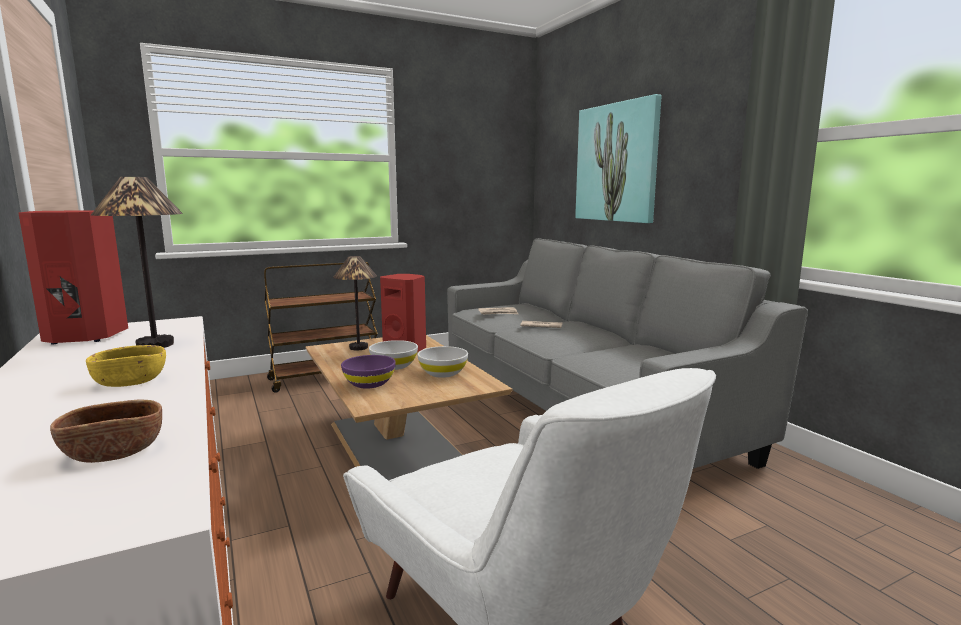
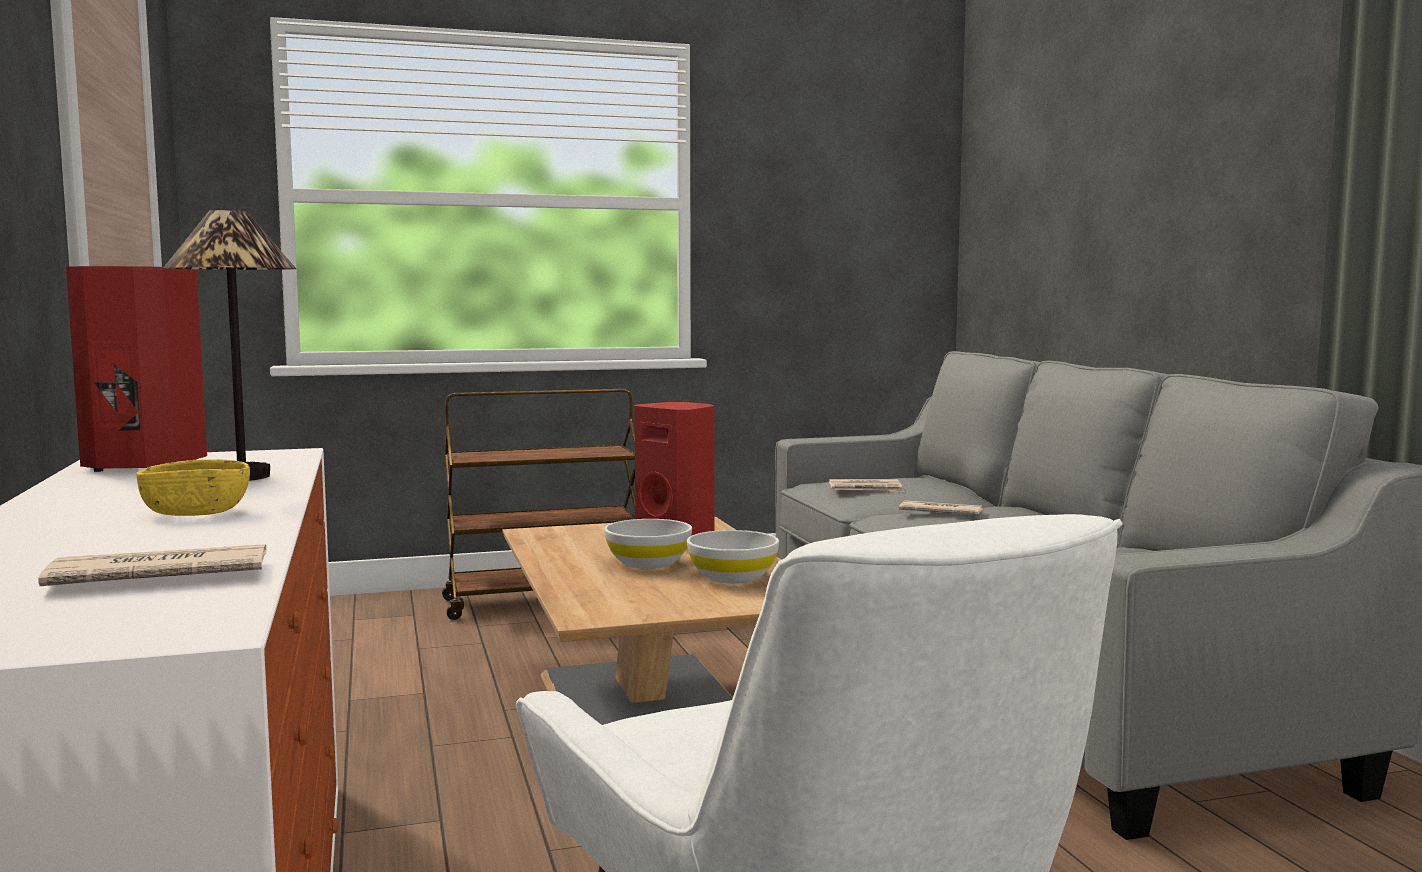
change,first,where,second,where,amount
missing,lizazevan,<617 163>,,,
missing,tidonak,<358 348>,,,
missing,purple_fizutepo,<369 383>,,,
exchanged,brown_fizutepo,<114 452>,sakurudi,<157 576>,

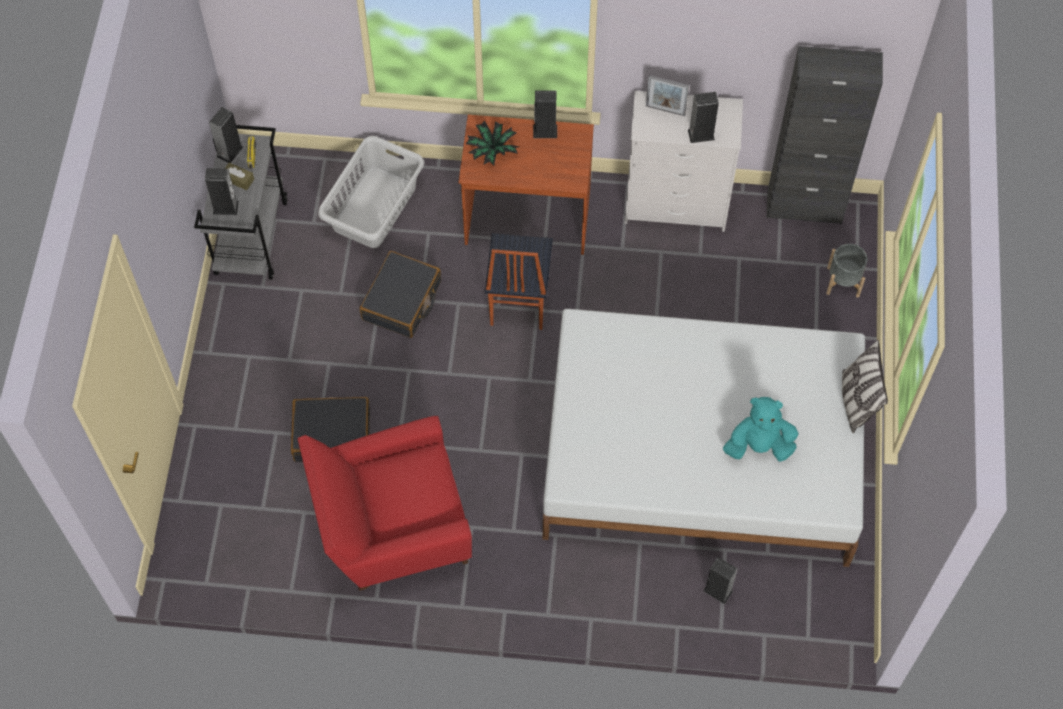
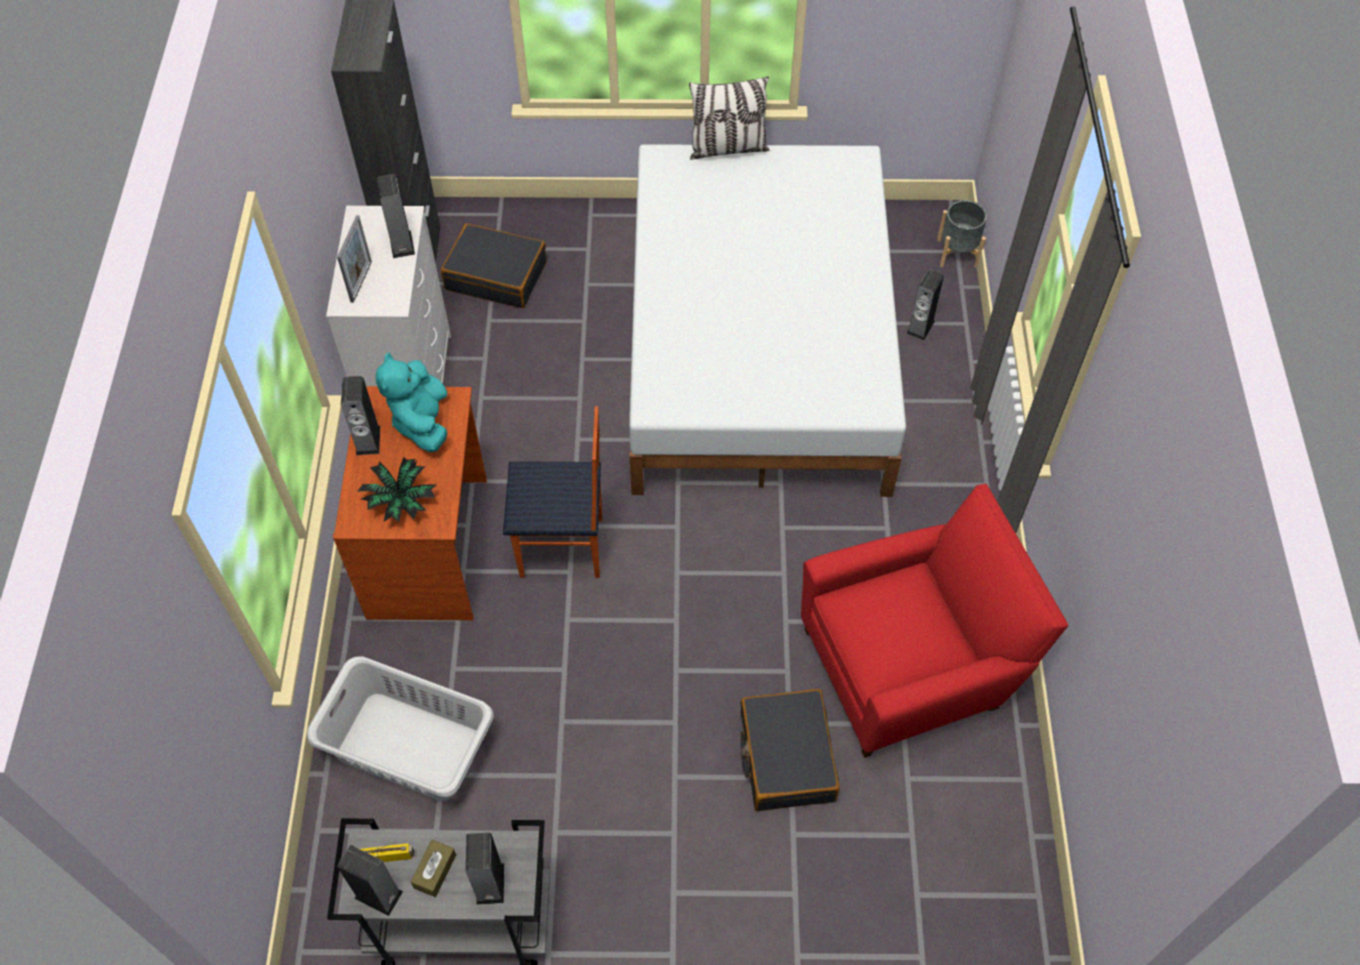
change,first,where,second,where,amount
relocated,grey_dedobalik,<843 282>,,<957 252>,
relocated,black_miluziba,<402 301>,,<496 275>,
relocated,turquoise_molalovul,<759 446>,,<422 422>,
spun,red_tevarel,<392 529>,,<911 665>,90 degrees counterclockwise

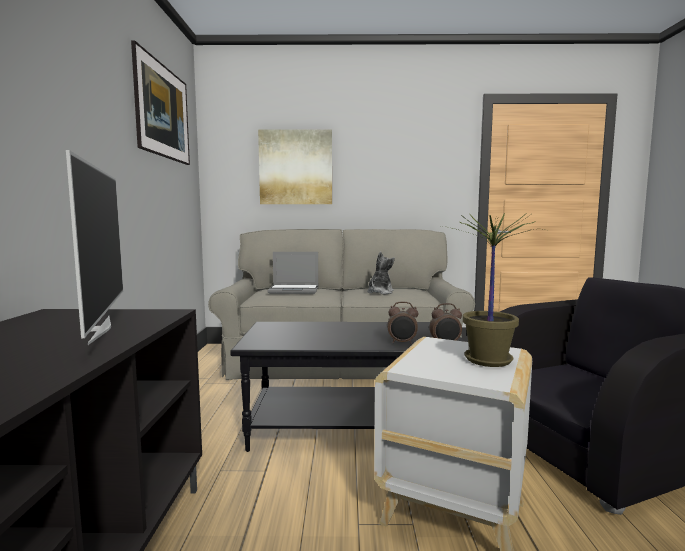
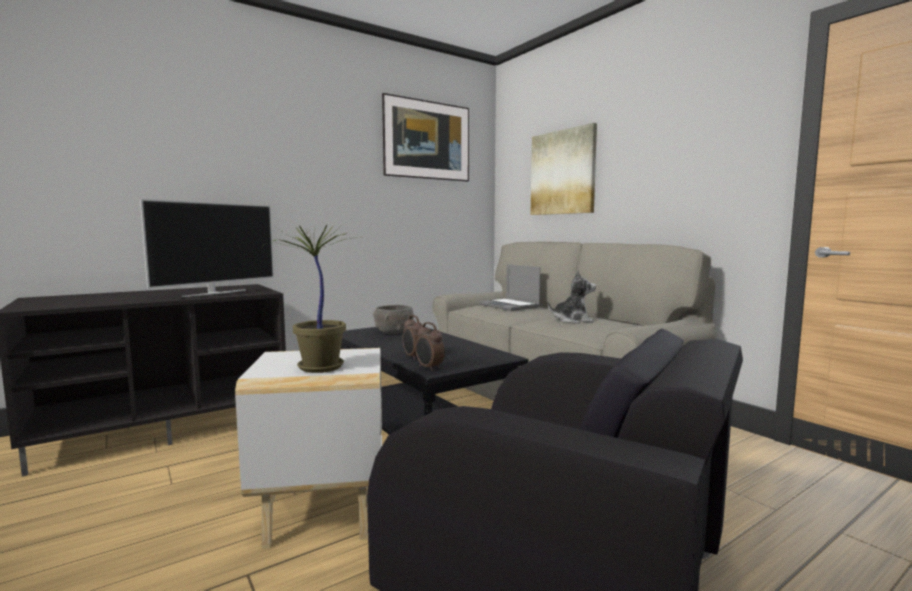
change,first,where,second,where,amount
appeared,,,grey_fizutepo,<394 332>,

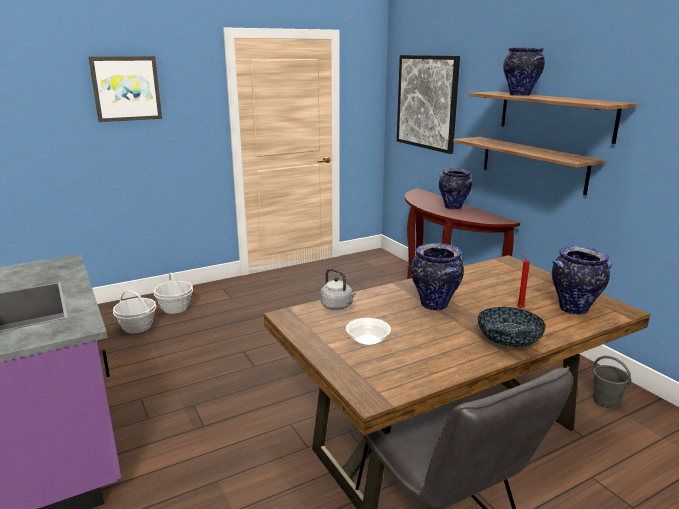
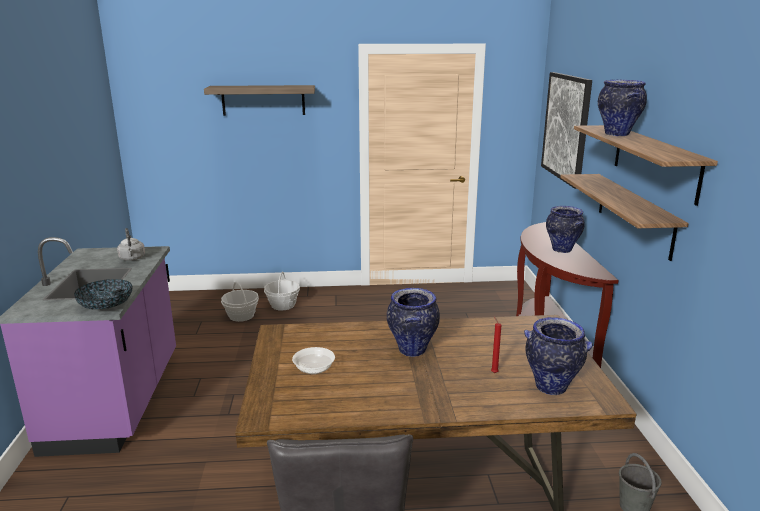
change,first,where,second,where,amount
exchanged,lizazevan,<126 88>,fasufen,<263 100>,
relocated,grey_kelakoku,<338 306>,,<132 259>,
relocated,fizutepo,<508 341>,,<106 306>,

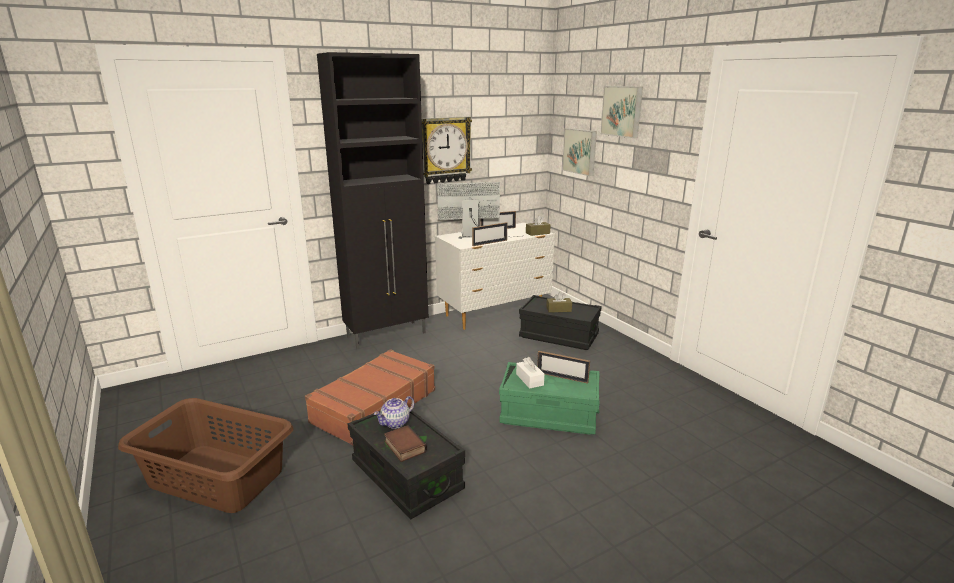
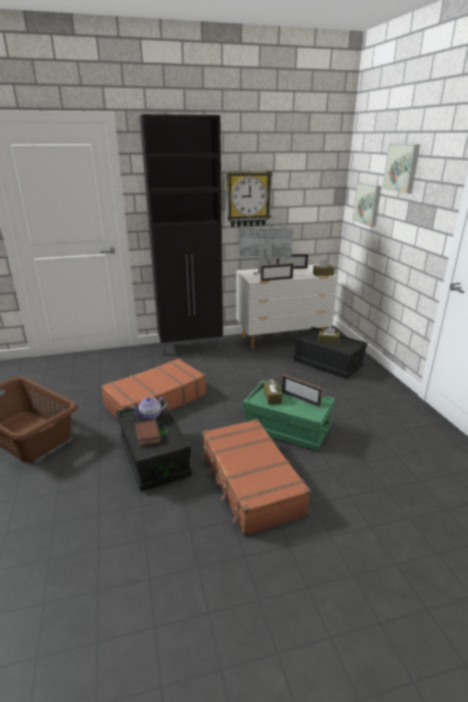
change,first,where,second,where,amount
colour,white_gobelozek,<529 379>,brown_gobelozek,<272 397>,
appeared,,,brown_miluziba,<250 483>,

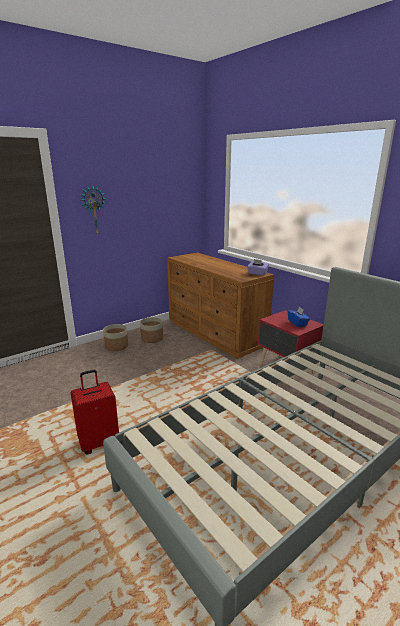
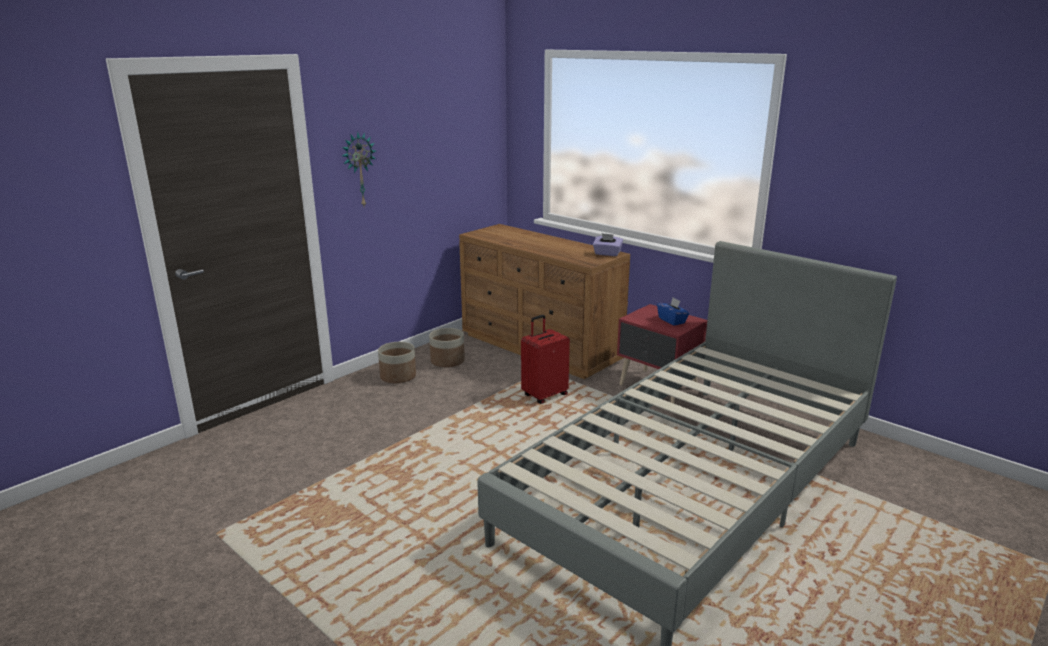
change,first,where,second,where,amount
relocated,red_miluziba,<99 442>,,<544 395>,

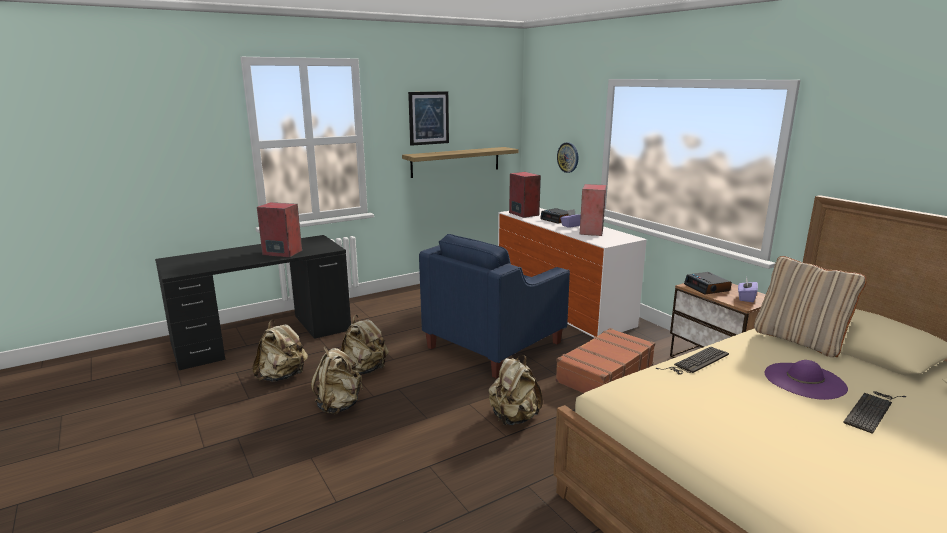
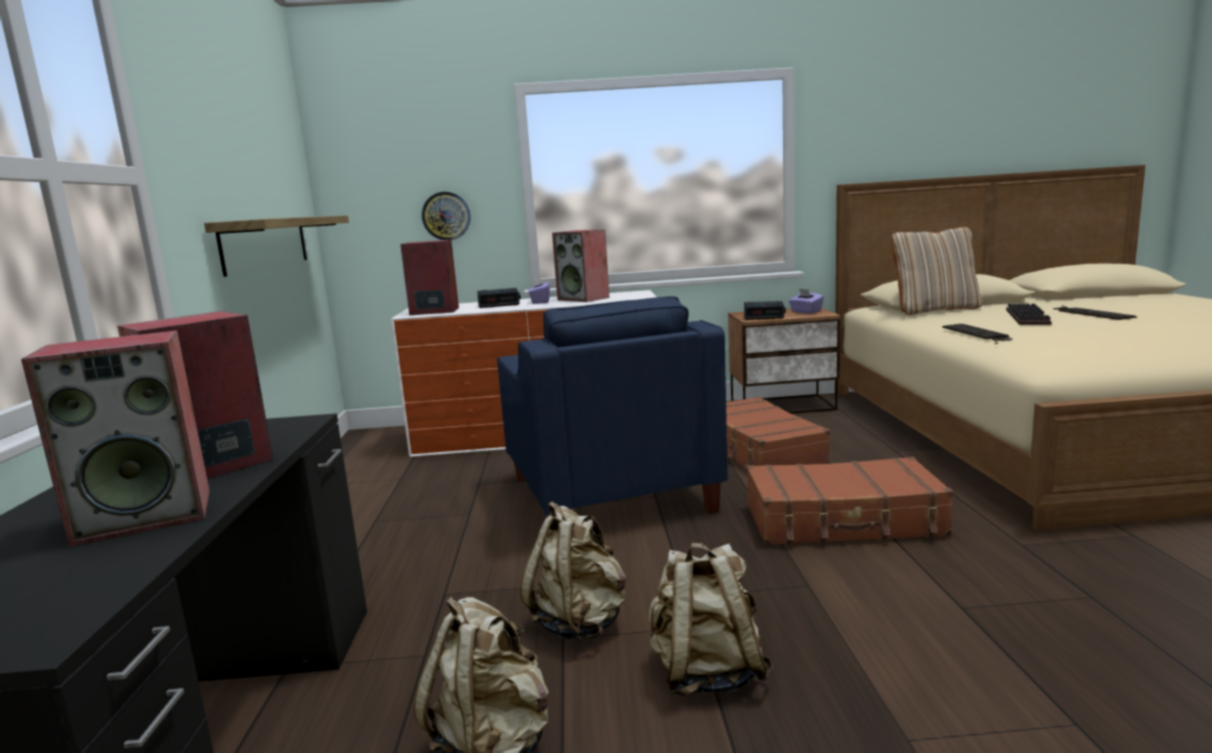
change,first,where,second,where,amount
missing,lizazevan,<428 118>,,,
exchanged,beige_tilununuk,<513 418>,brown_miluziba,<843 521>,
exchanged,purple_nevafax,<804 380>,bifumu,<1029 317>,
appeared,,,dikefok,<147 515>,

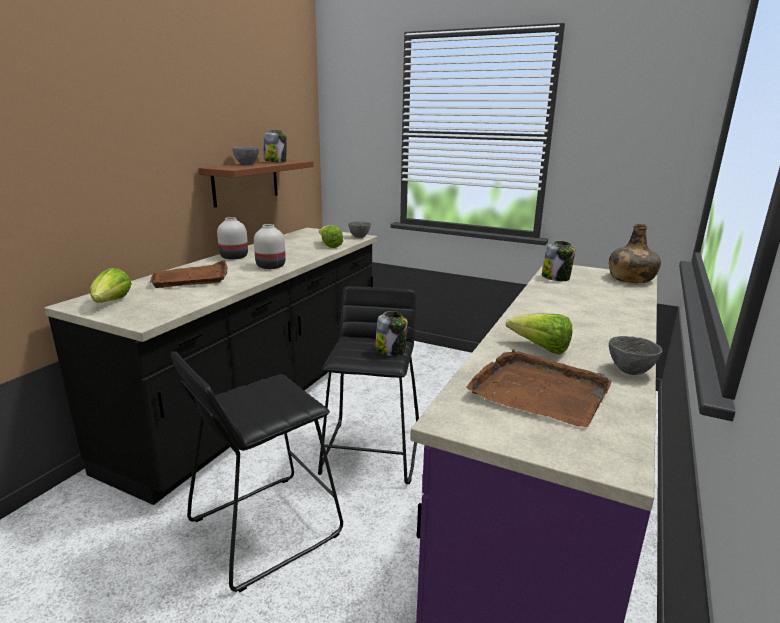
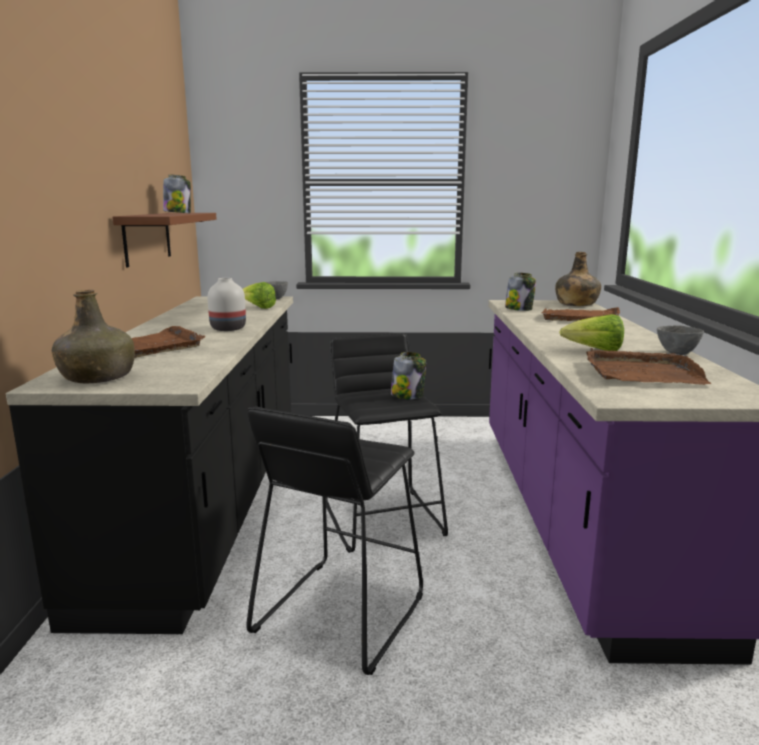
change,first,where,second,where,amount
missing,grey_fizutepo,<247 164>,,,
missing,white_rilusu,<235 257>,,,
exchanged,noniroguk,<111 303>,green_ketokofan,<98 377>,
appeared,,,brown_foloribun,<581 318>,

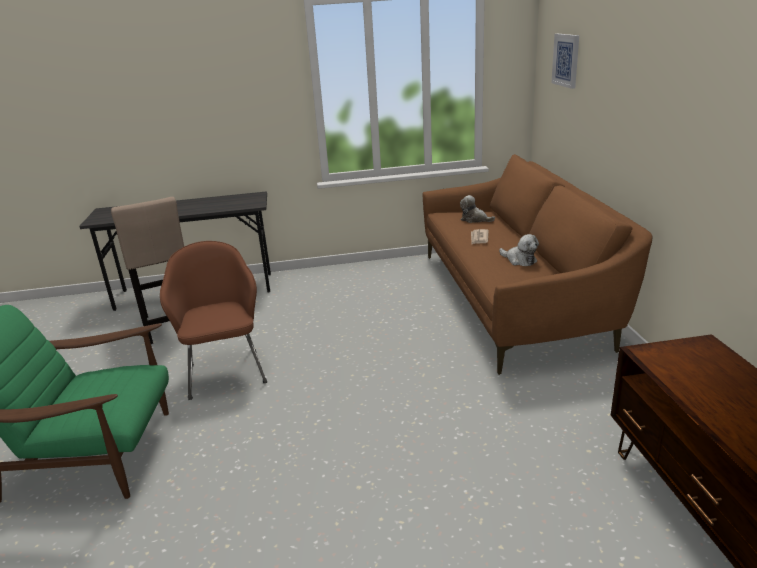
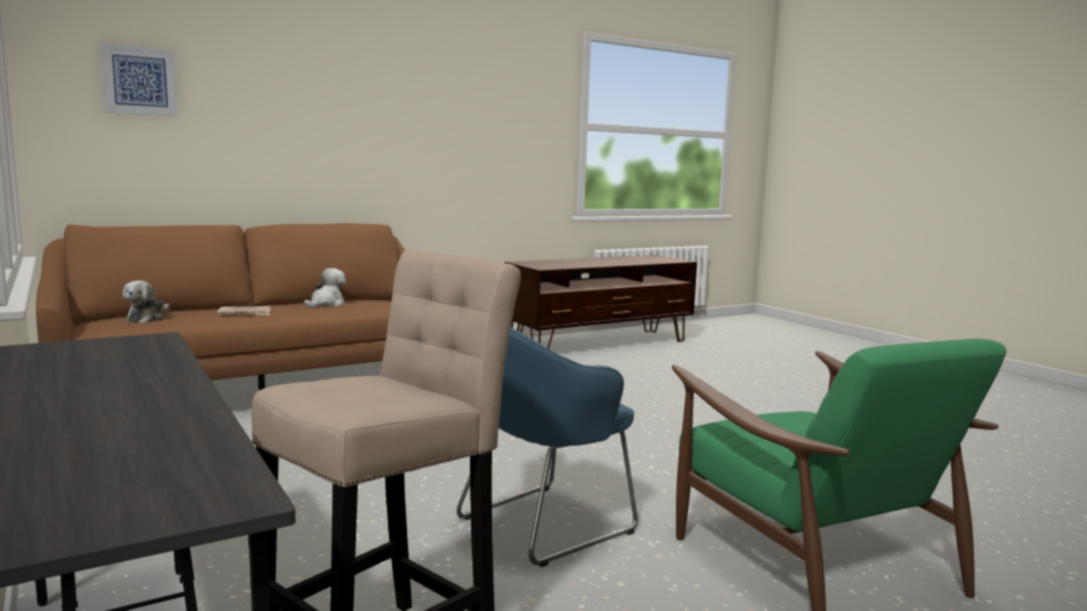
change,first,where,second,where,amount
colour,brown_tevarel,<225 370>,blue_tevarel,<537 526>,

